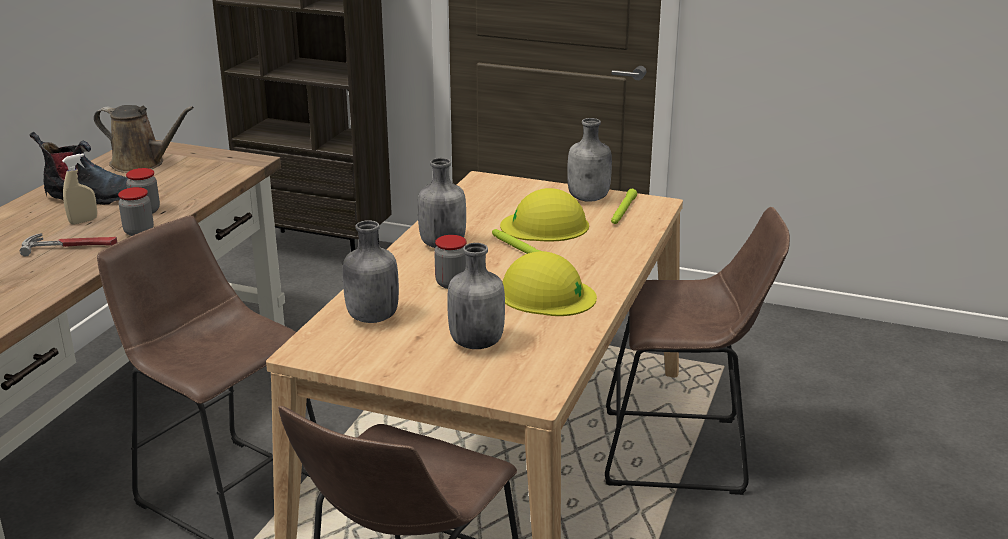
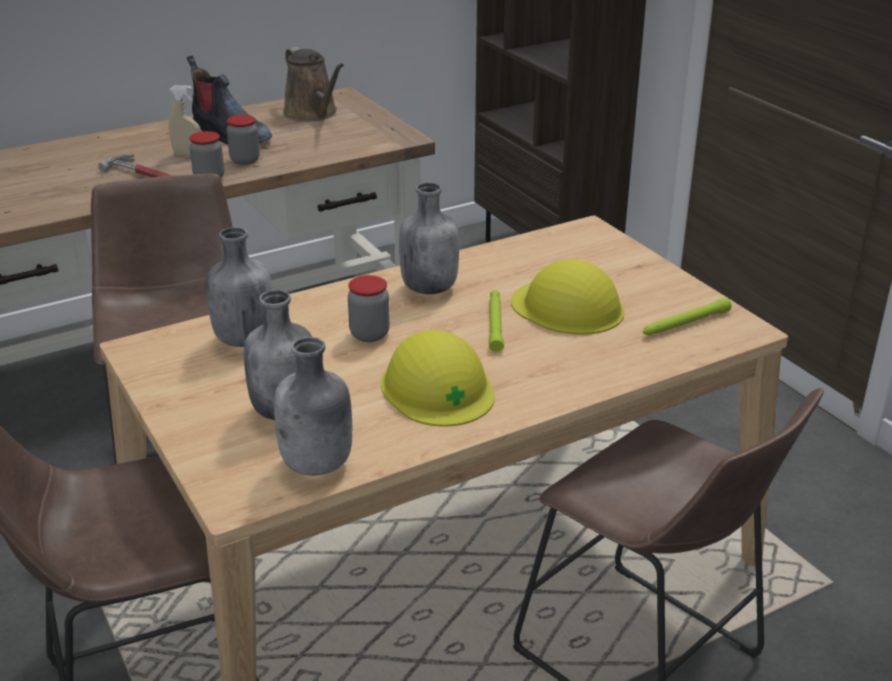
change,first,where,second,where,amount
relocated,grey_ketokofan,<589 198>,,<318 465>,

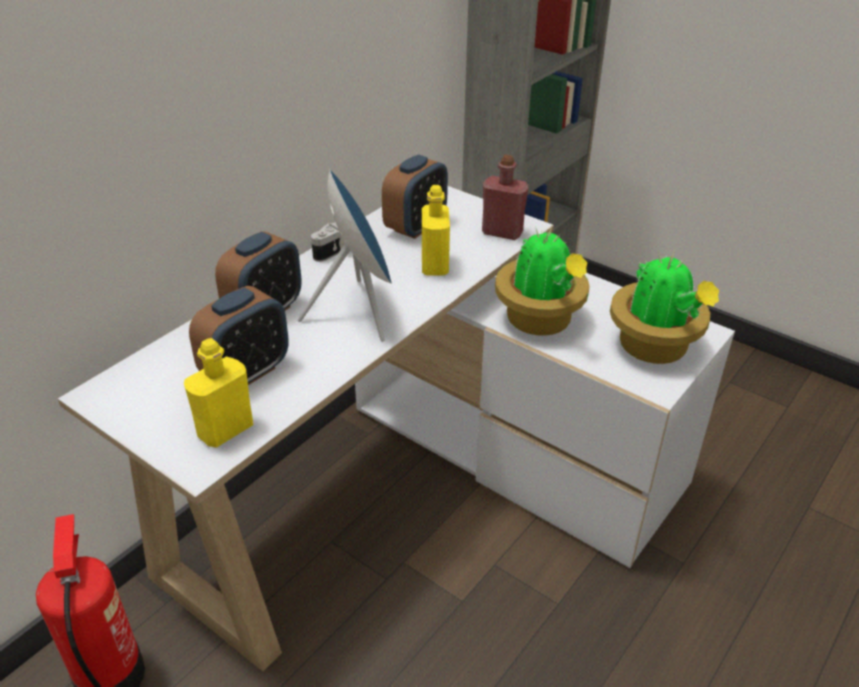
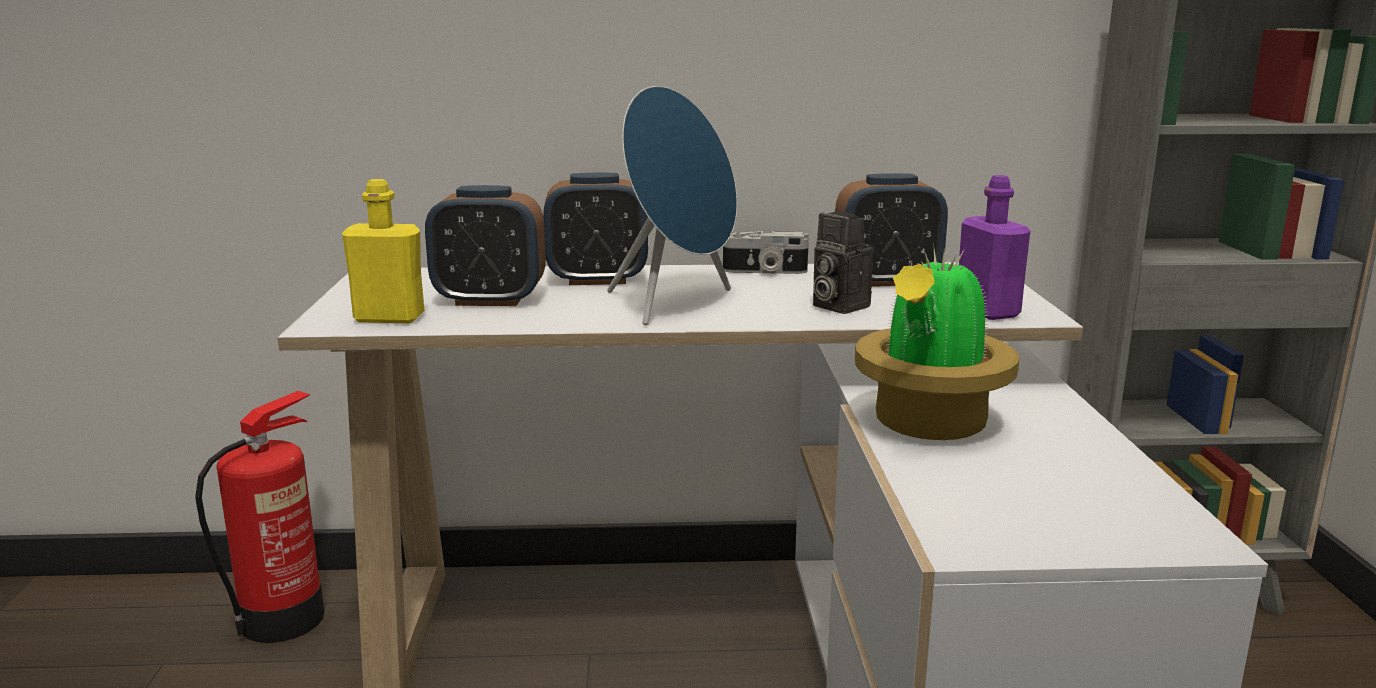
change,first,where,second,where,amount
colour,red_ketokofan,<502 232>,purple_ketokofan,<987 311>,
exchanged,yellow_ketokofan,<435 265>,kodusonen,<836 306>,
missing,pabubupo,<654 348>,,,

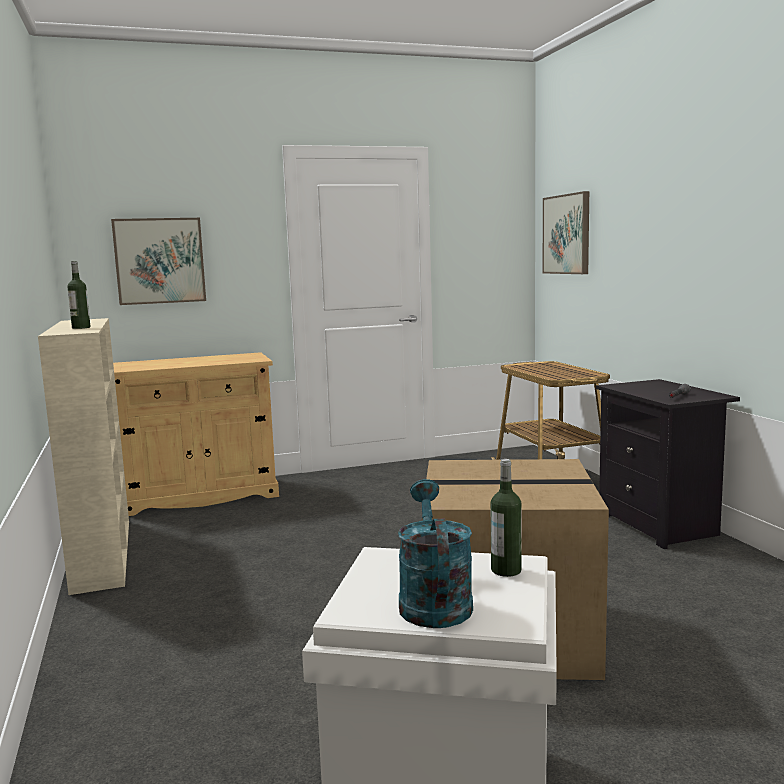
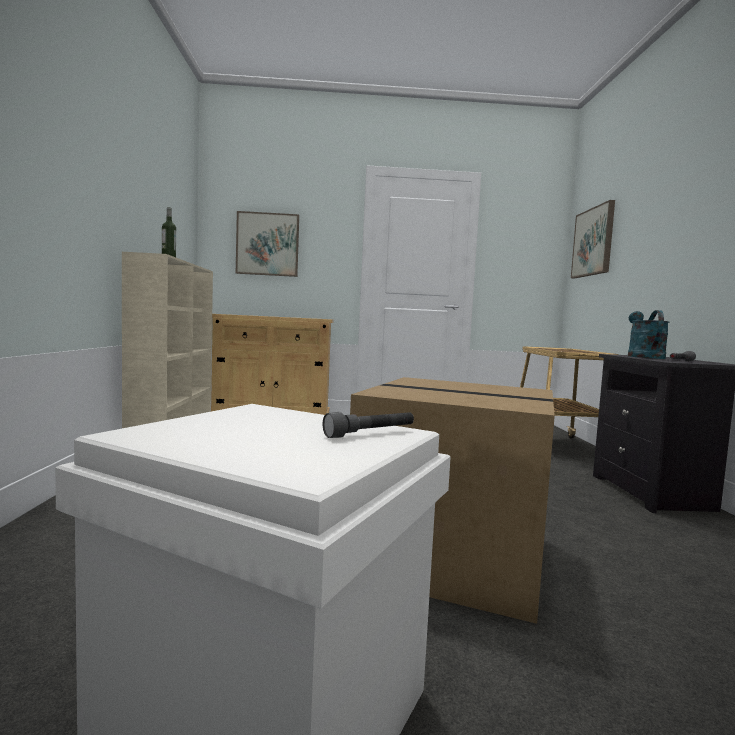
change,first,where,second,where,amount
exchanged,ketokofan,<506 570>,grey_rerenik,<371 433>,
relocated,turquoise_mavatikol,<433 601>,,<643 356>,

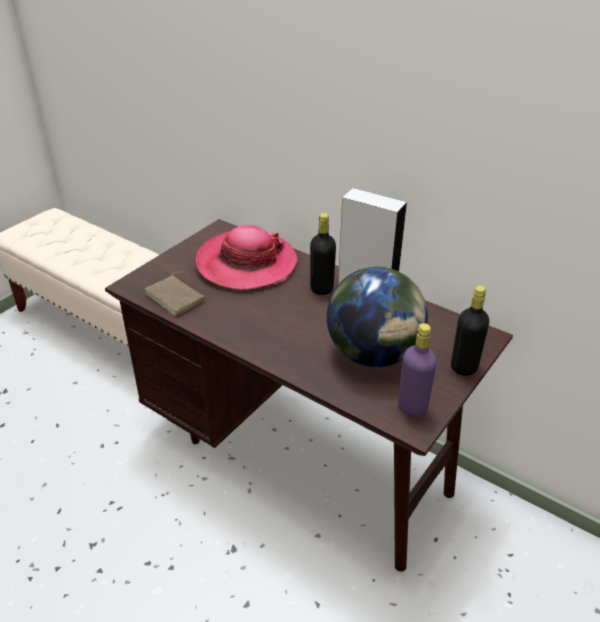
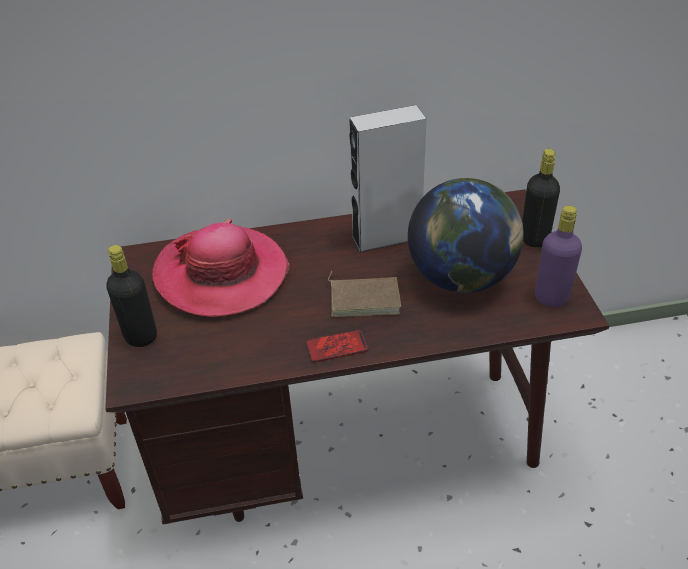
change,first,where,second,where,amount
relocated,black_ketokofan,<321 288>,,<141 336>,
relocated,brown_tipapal,<176 297>,,<365 298>,
appeared,,,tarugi,<337 347>,

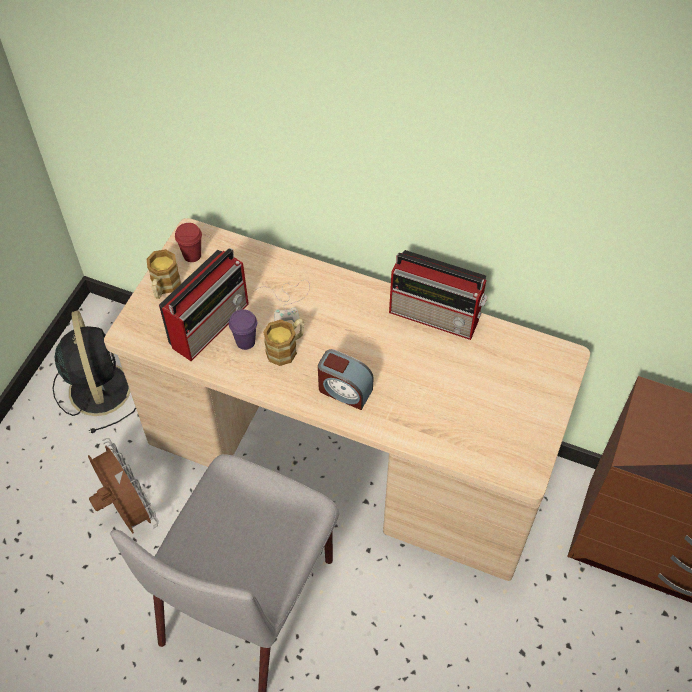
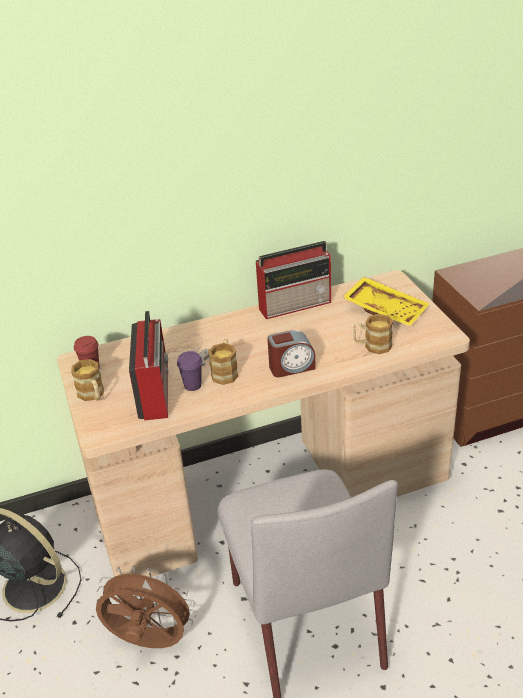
change,first,where,second,where,amount
appeared,,,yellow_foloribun,<386 309>,
appeared,,,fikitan,<372 346>,

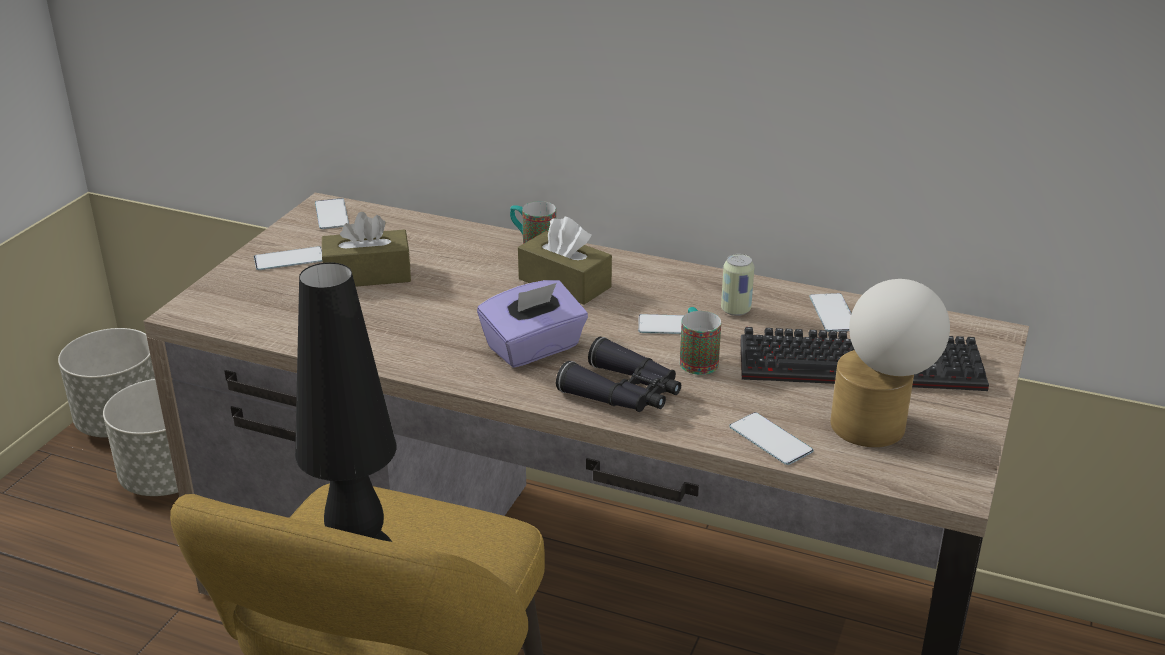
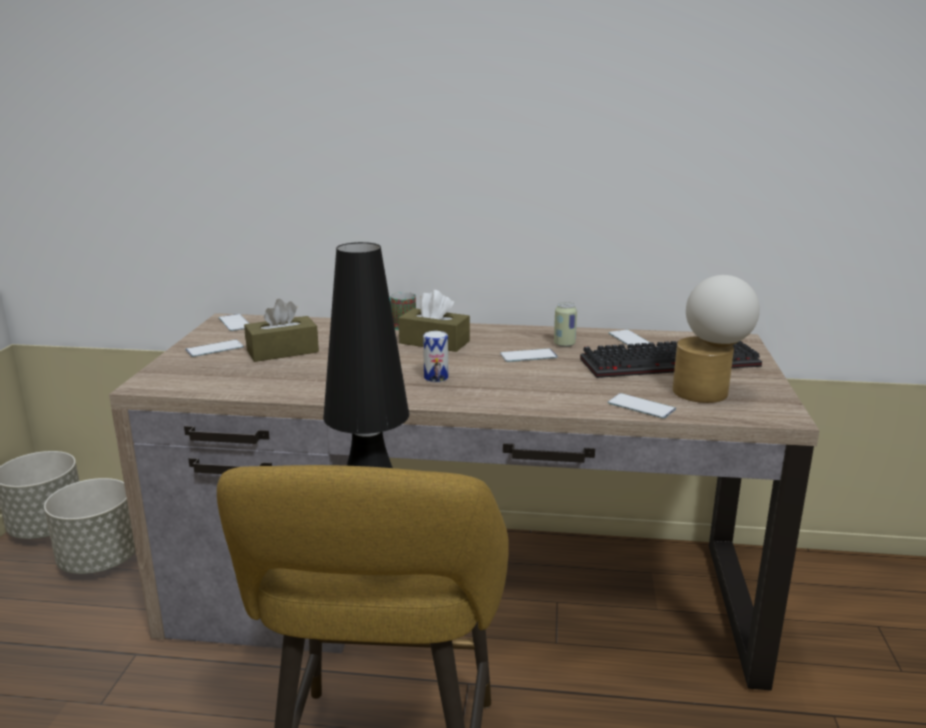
change,first,where,second,where,amount
exchanged,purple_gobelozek,<534 348>,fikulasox,<436 377>,
missing,fikitan,<696 359>,,,
missing,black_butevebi,<624 393>,,,

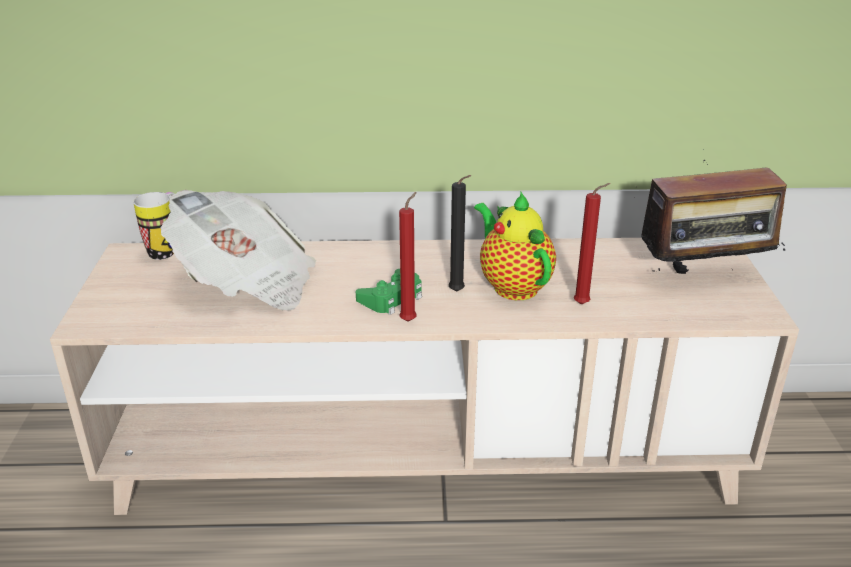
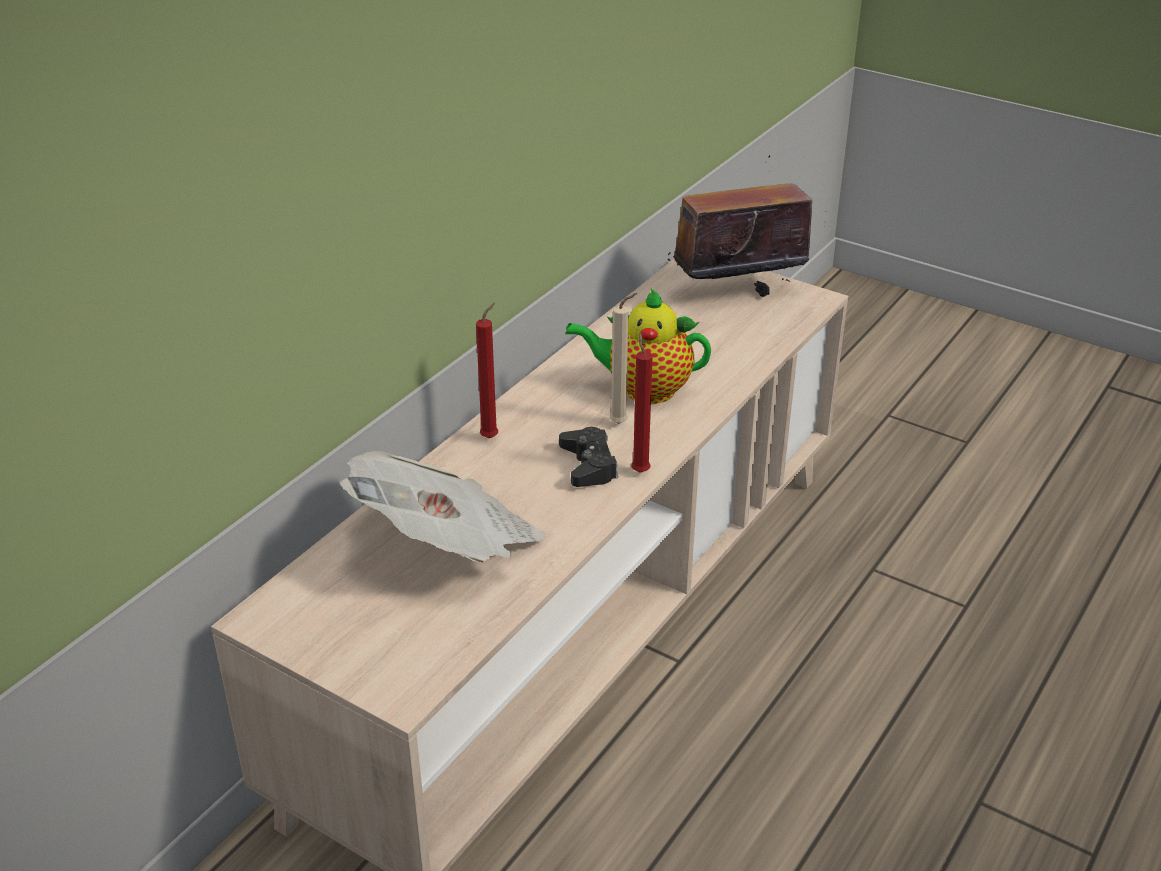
change,first,where,second,where,amount
spun,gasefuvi,<704 277>,,<736 293>,135 degrees counterclockwise
colour,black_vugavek,<458 292>,beige_vugavek,<621 423>,
relocated,red_vugavek,<584 304>,,<491 437>,
missing,fikitan,<167 249>,,,
colour,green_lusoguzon,<392 298>,black_lusoguzon,<588 465>,

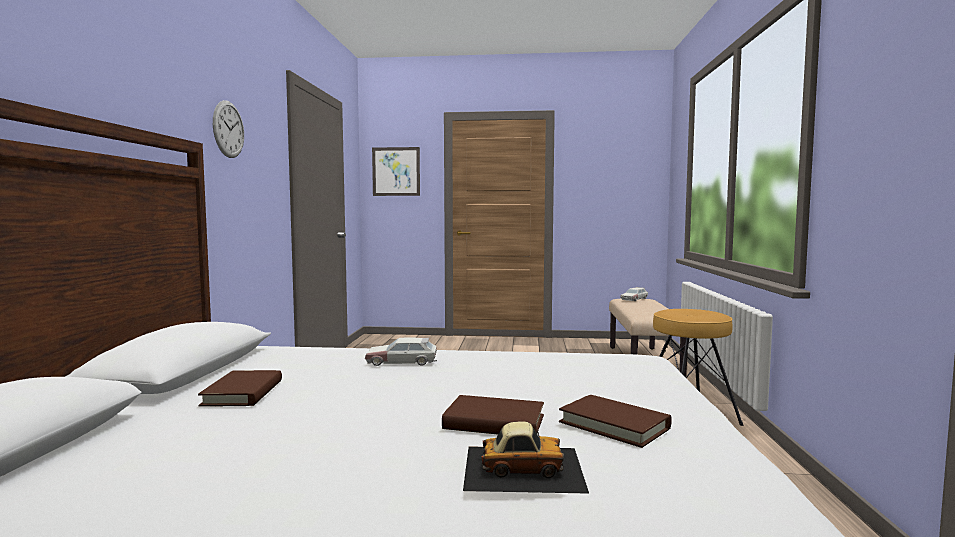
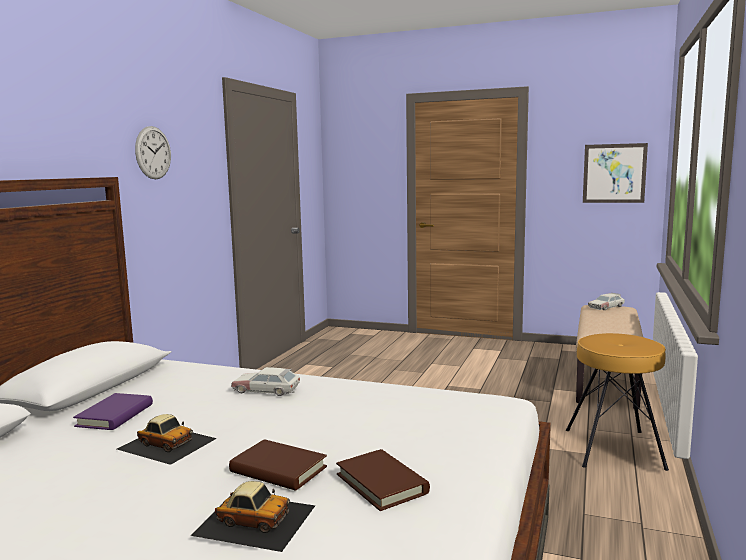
change,first,where,second,where,amount
relocated,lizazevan,<396 171>,,<614 173>,
colour,brown_tipapal,<243 393>,purple_tipapal,<115 415>,
appeared,,,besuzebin,<167 443>,

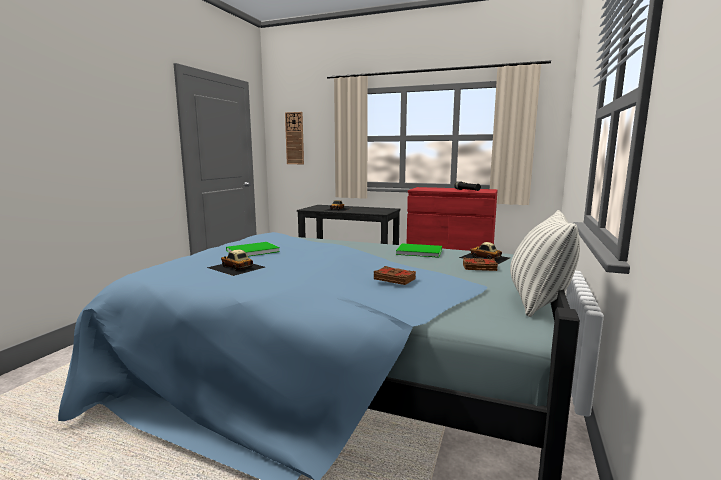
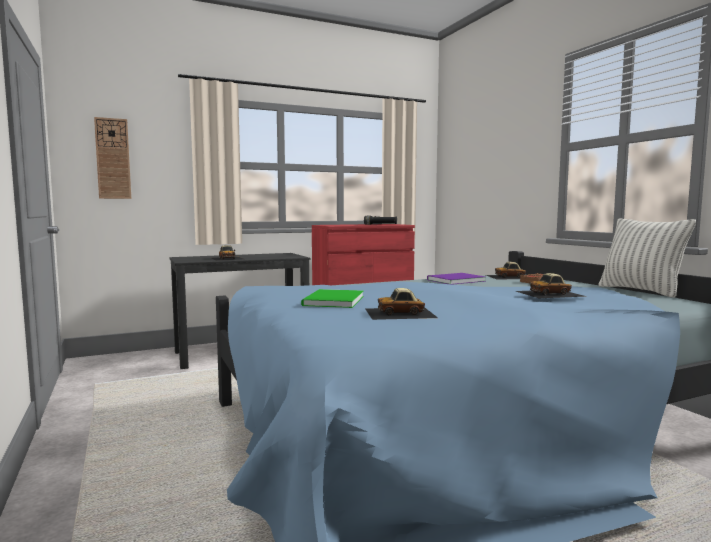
change,first,where,second,where,amount
colour,green_tipapal,<418 251>,purple_tipapal,<454 280>,
exchanged,brown_tipapal,<394 279>,besuzebin,<550 293>,

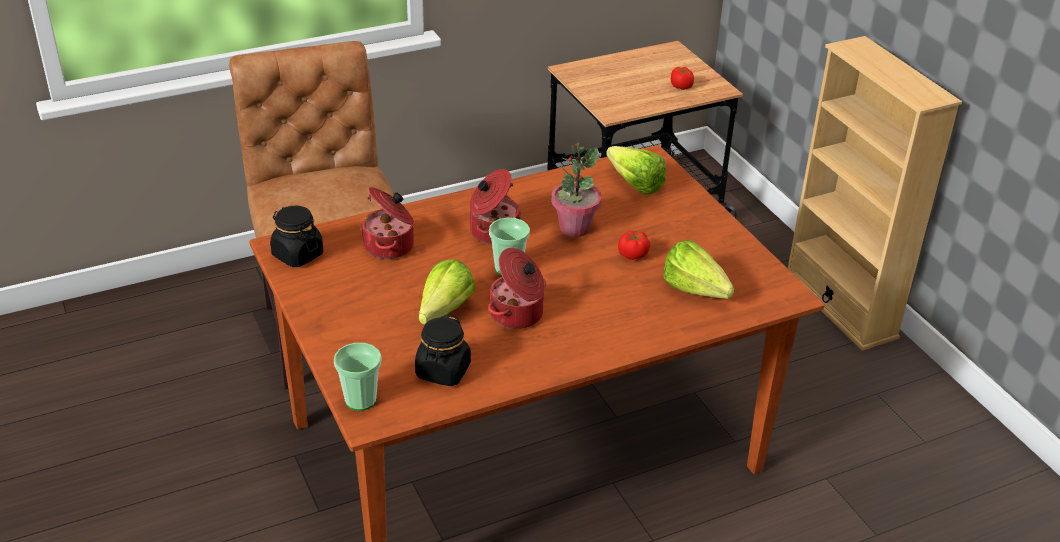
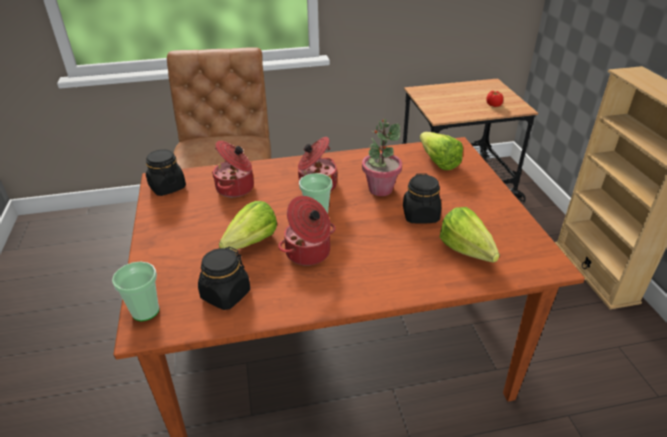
change,first,where,second,where,amount
exchanged,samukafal,<632 255>,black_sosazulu,<420 215>,

